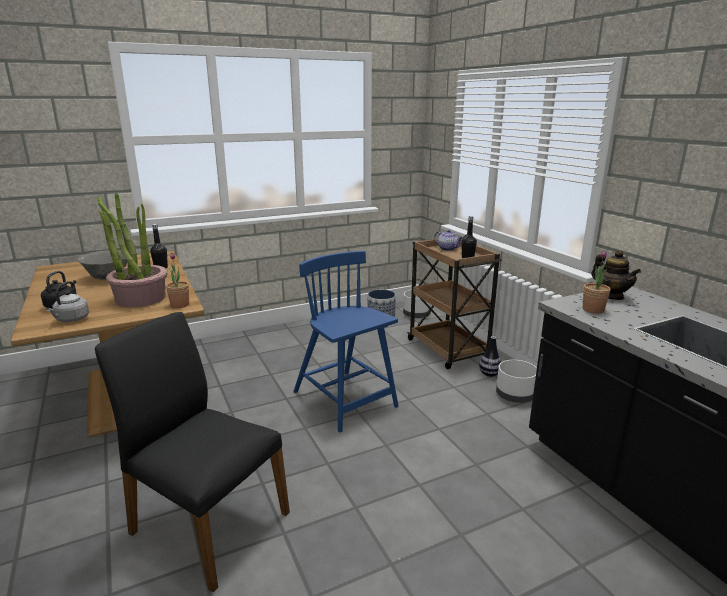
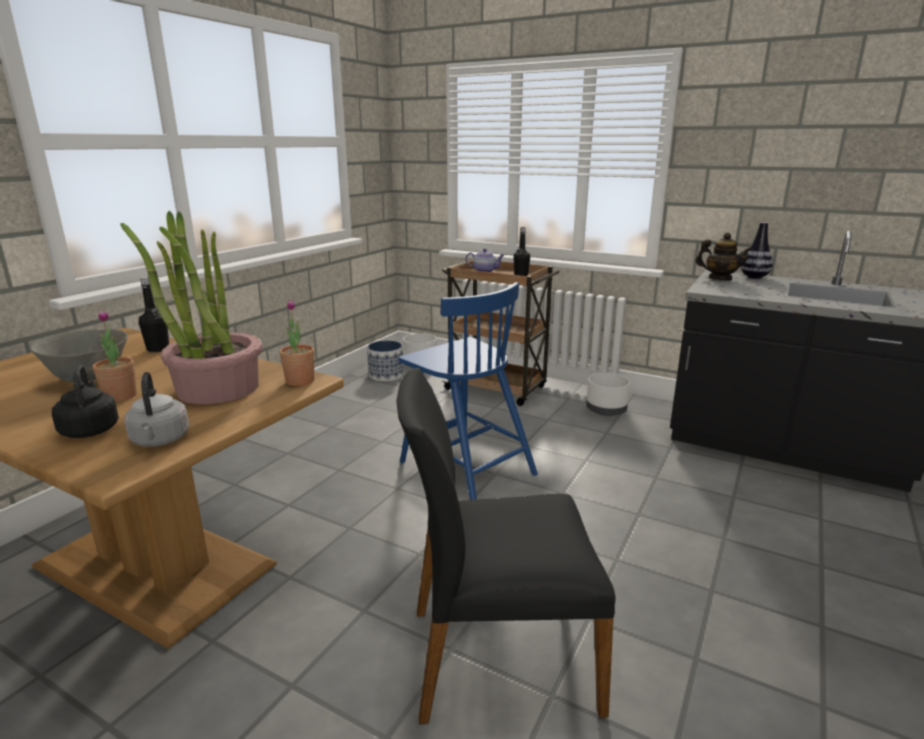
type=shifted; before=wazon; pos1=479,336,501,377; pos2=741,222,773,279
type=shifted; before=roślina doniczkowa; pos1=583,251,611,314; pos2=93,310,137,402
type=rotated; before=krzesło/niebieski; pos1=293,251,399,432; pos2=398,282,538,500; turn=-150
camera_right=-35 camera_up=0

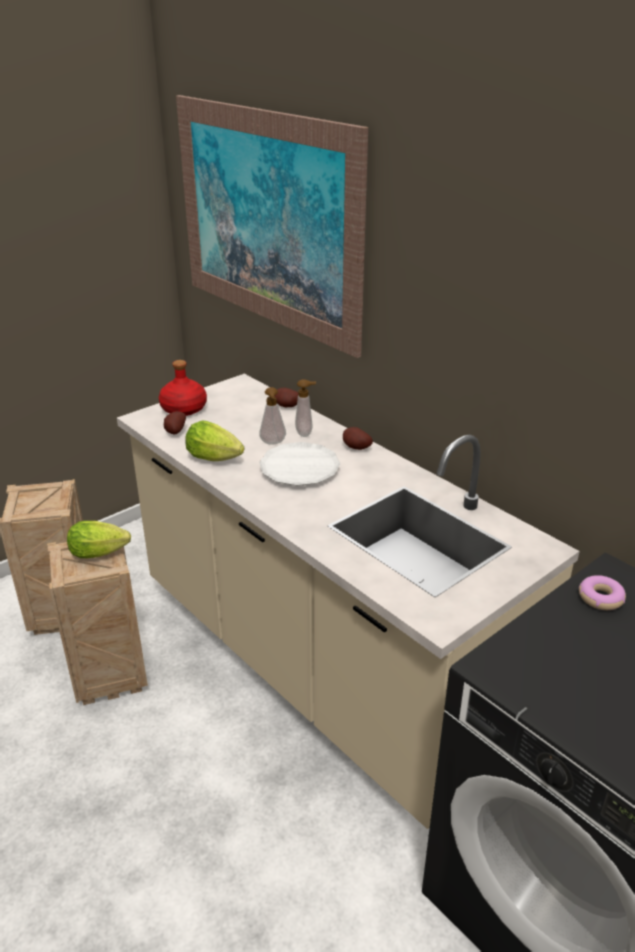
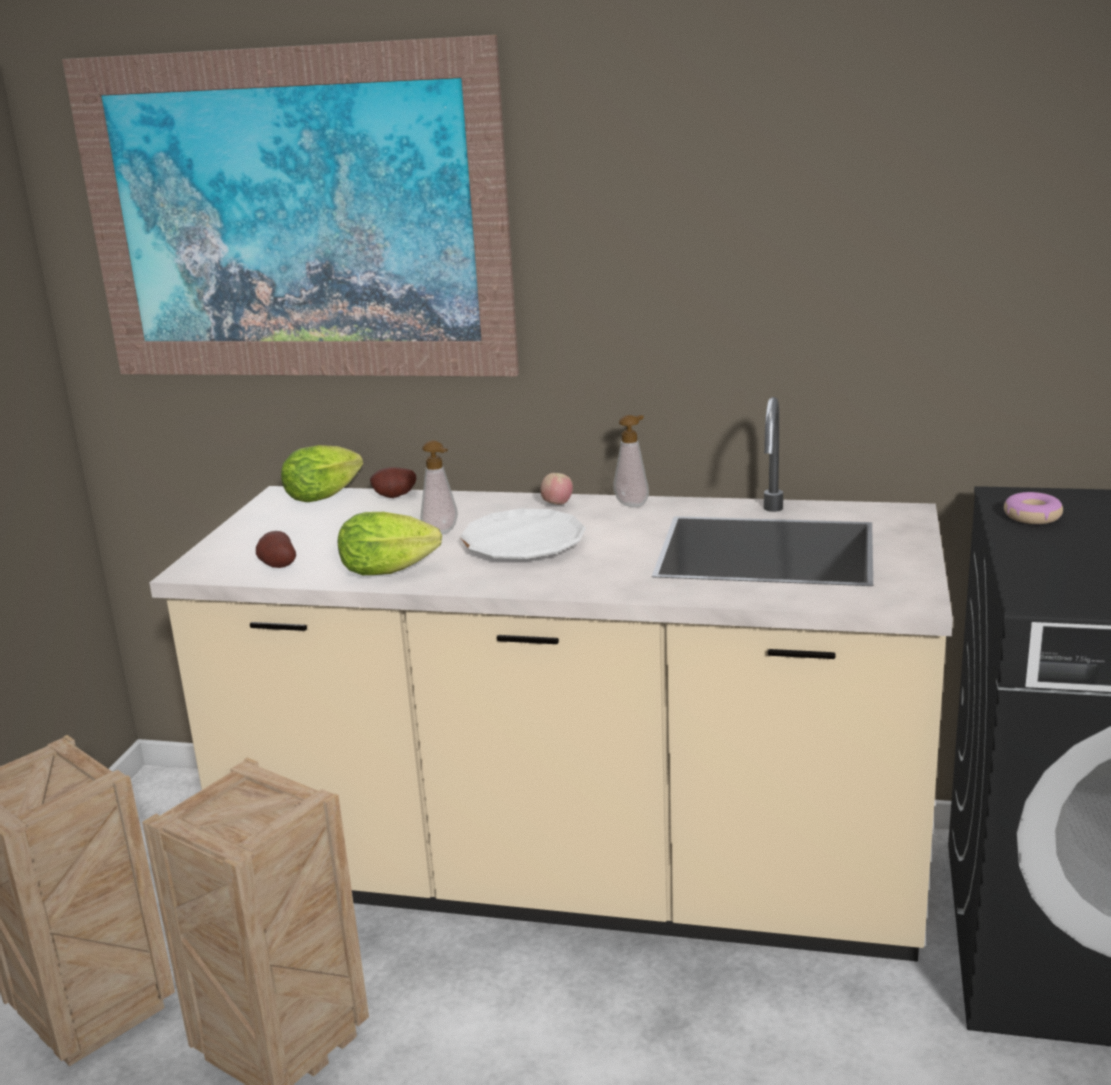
type=gone; before=butelka/czerwony; pos1=159,360,207,416
type=shifted; before=sałata; pos1=67,521,131,558; pos2=281,445,363,502
type=shifted; before=dozownik mydła; pos1=295,379,316,437; pos2=613,415,649,507
type=swapped; before=ziemniak; after=jabłko; pos1=343,427,373,450; pos2=541,473,573,505
camera_right=-35 camera_up=-10

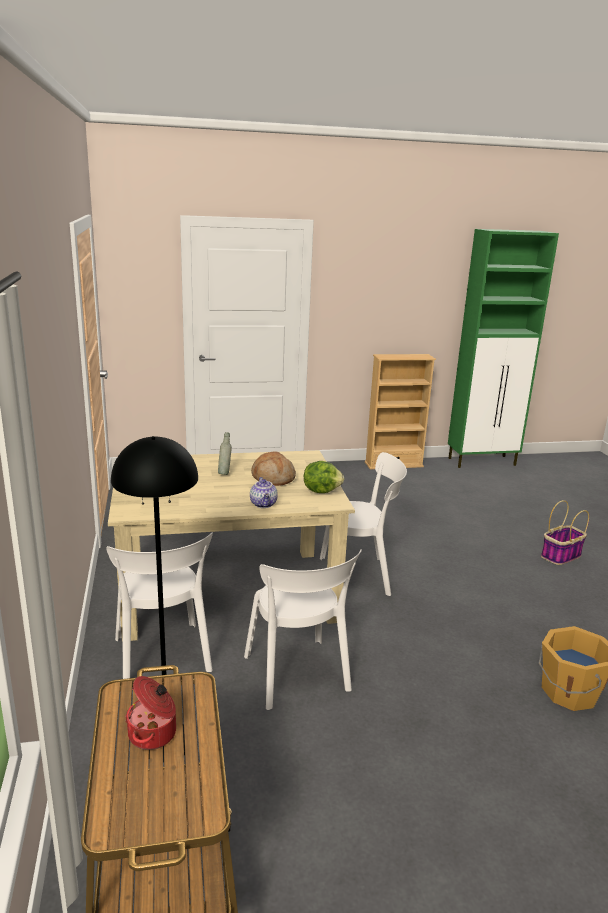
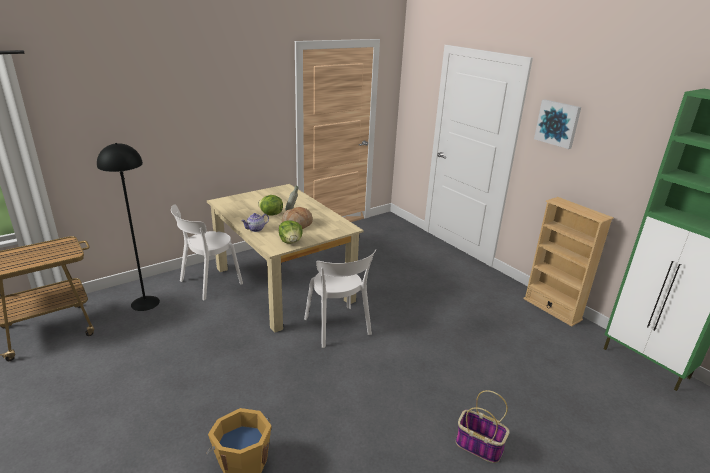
type=gone; before=garnek; pos1=125,676,176,750
type=gone; before=krzesło/biały; pos1=244,549,362,710
type=new; after=sałata; pos2=258,195,283,216
type=new; after=obraz; pos2=534,99,581,149
camera_right=65 camera_up=5

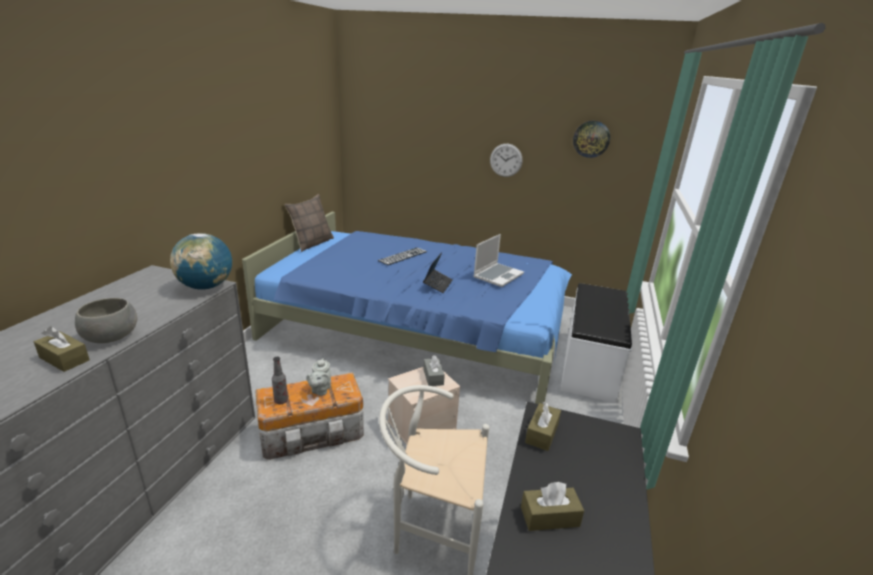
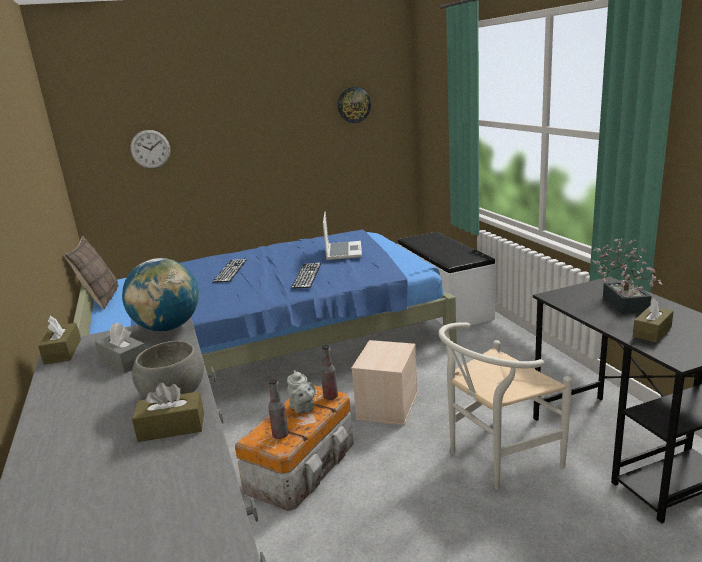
type=new; after=butelka; pos2=321,345,338,400
type=new; after=roślina doniczkowa; pos2=592,238,663,314
type=shifted; before=pudełko chusteczek/szary; pos1=423,355,445,386; pos2=95,322,146,373
type=shifted; before=zegar ścienny; pos1=490,144,523,177; pos2=130,130,170,169
type=shifted; before=pudełko chusteczek/brązowy; pos1=525,402,561,451; pos2=38,315,81,365
type=swapped; before=laptop; after=klawiatura; pos1=423,252,453,293; pos2=291,263,321,289
camera_right=-35 camera_up=-5

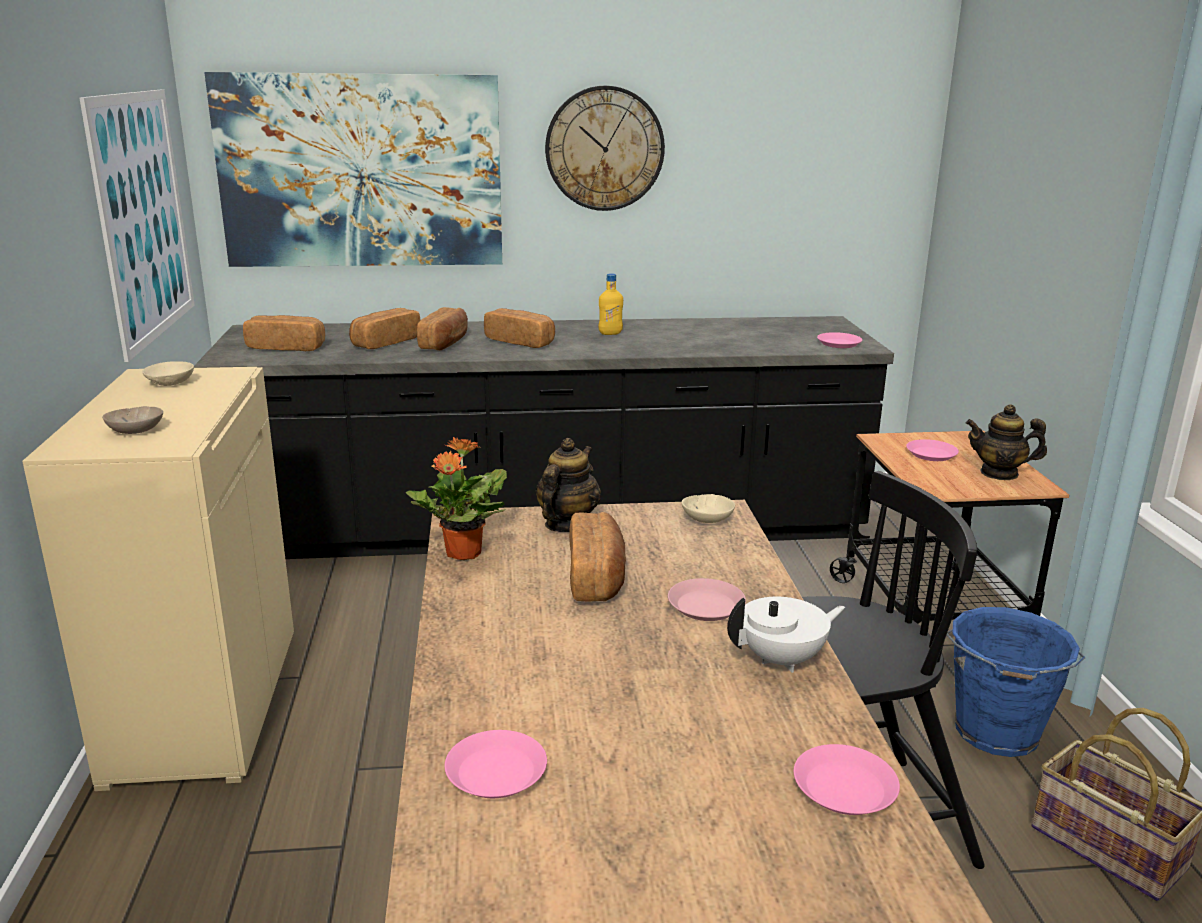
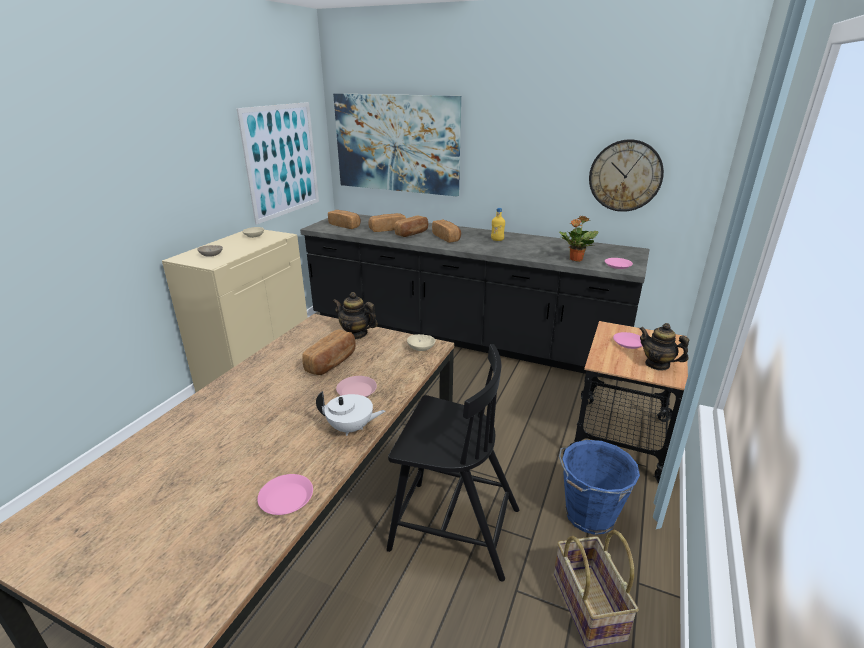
type=gone; before=talerz/różowy; pos1=445,730,547,798
type=shifted; before=roślina doniczkowa; pos1=406,437,507,560; pos2=559,216,598,262
type=shifted; before=zegar ścienny; pos1=545,86,665,211; pos2=589,139,664,212
type=rotated; before=imbryk; pos1=536,438,601,532; pos2=332,292,378,340; turn=-120
camera_right=30 camera_up=5

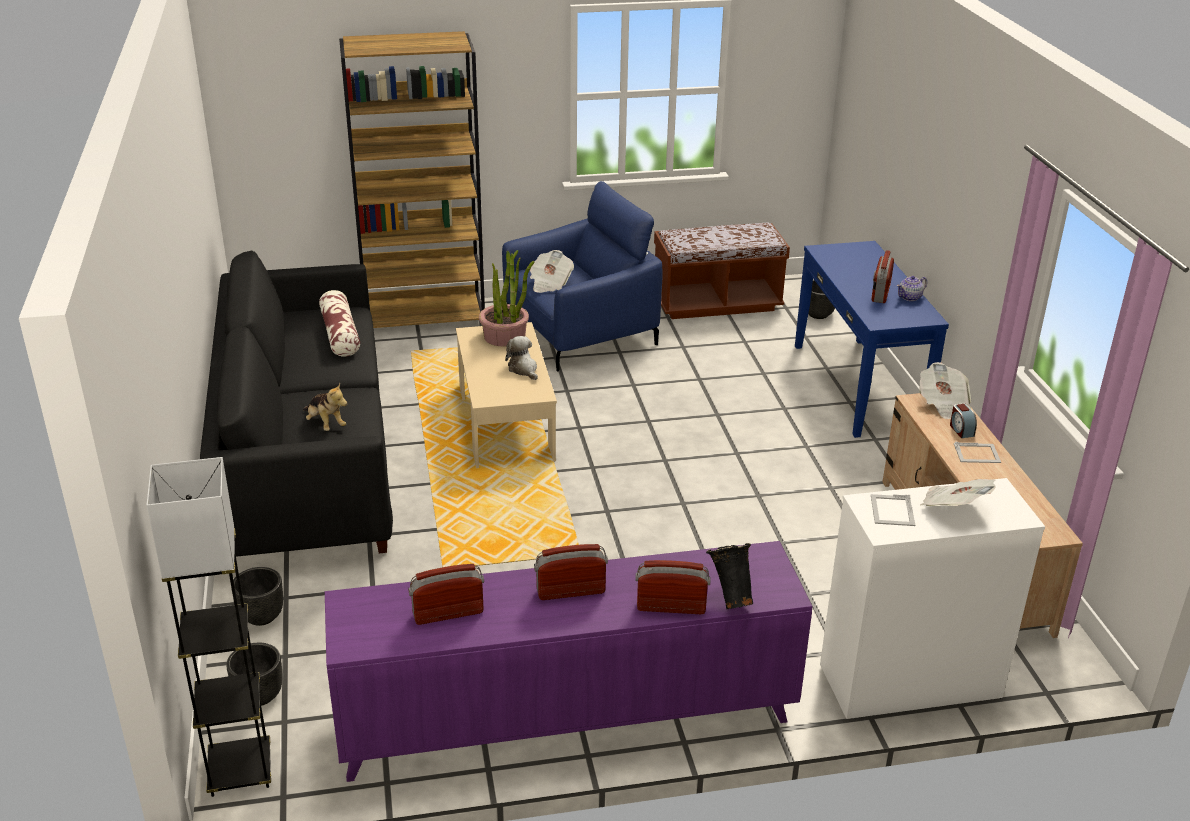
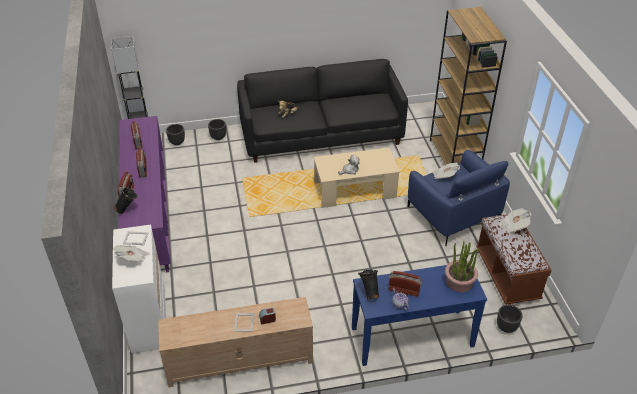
type=gone; before=poduszka; pos1=319,290,360,357
type=new; after=wazon/czarny; pos2=358,269,379,299
type=shifted; before=roślina doniczkowa; pos1=479,250,535,347; pos2=445,241,479,293
type=shifted; before=gazeta; pos1=919,362,971,419; pos2=499,208,532,234
camera_right=90 camera_up=10

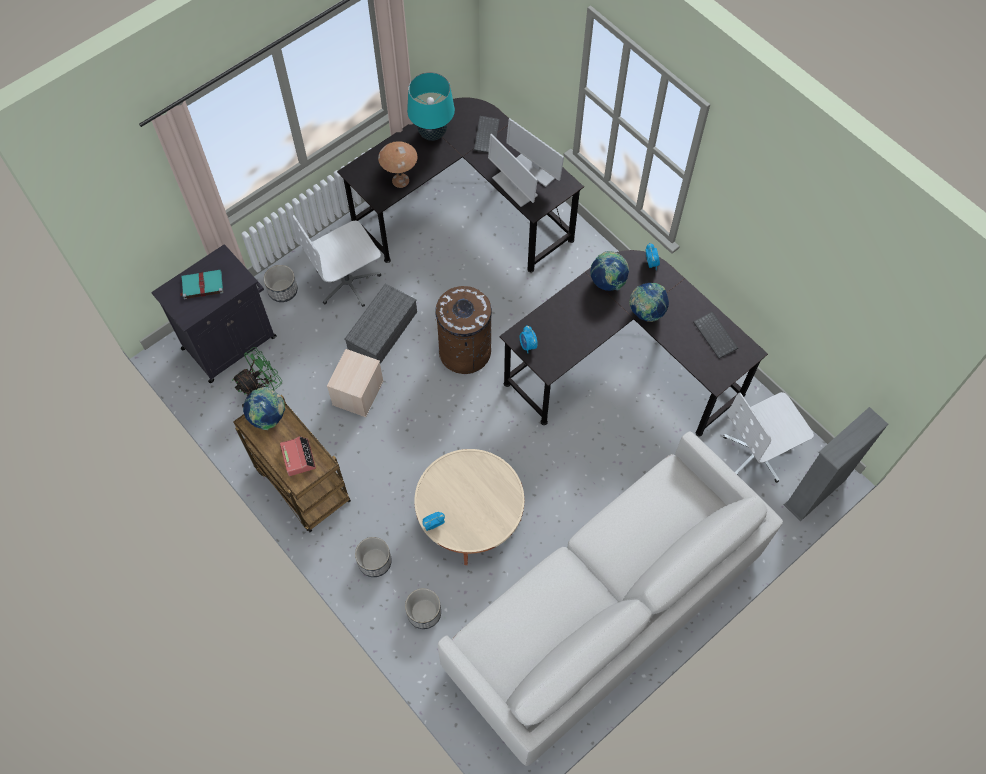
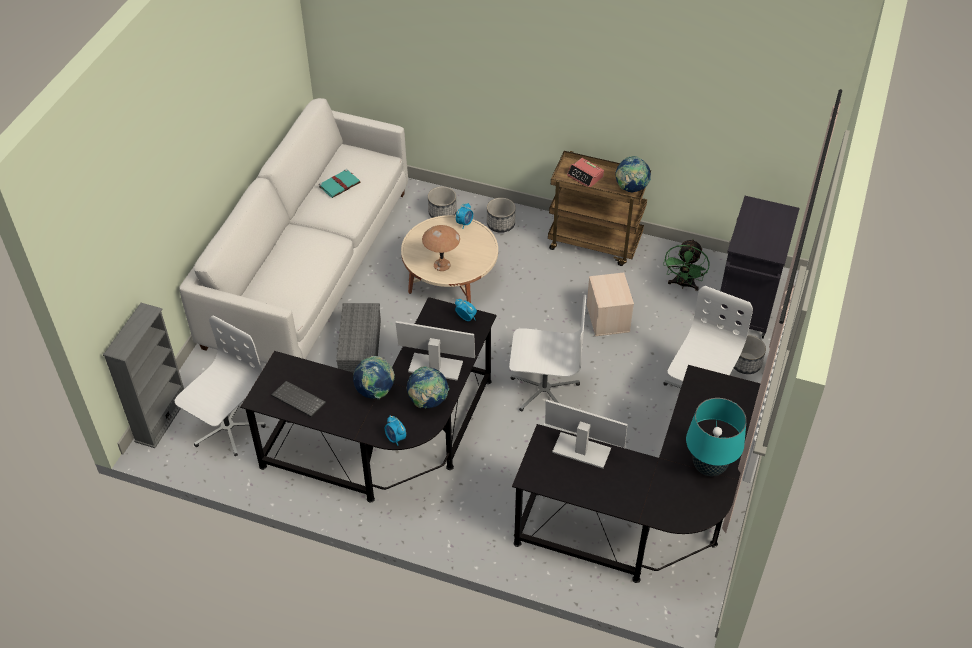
type=gone; before=klawiatura; pos1=474,116,499,153
type=shifted; before=książka/turkusowy; pos1=180,270,223,299; pos2=319,169,360,198
type=shifted; before=pojemnik do przechowywania/szary; pos1=344,284,417,364; pos2=336,303,381,373
type=shifted; before=lampa stołowa/brązowy; pos1=378,141,418,188; pos2=422,225,460,271
type=shifted; before=monitor; pos1=506,118,564,187; pos2=395,321,475,380
type=swapped; before=kosz na śmieci/brązowy; after=krzesło biurowe/biały; pos1=435,286,492,374; pos2=509,295,586,412
camera_right=150 camera_up=-15

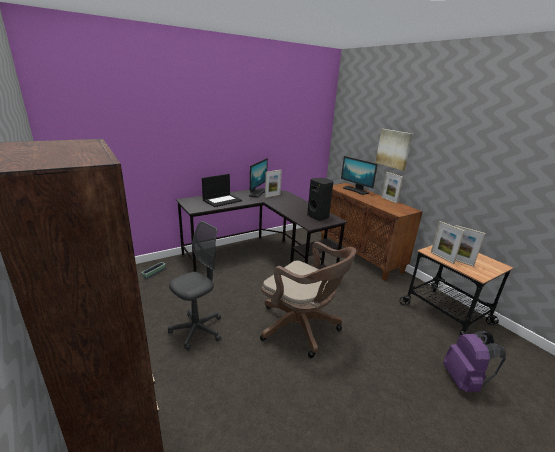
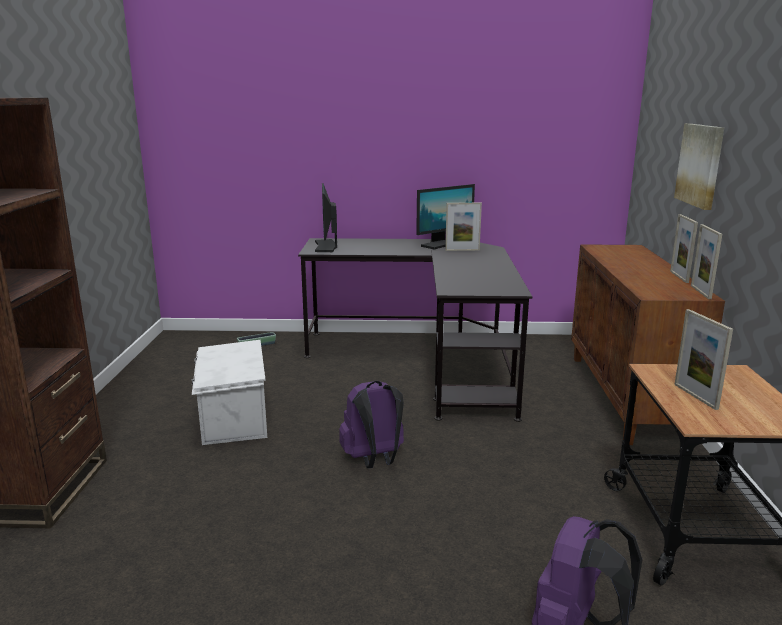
type=gone; before=laptop; pos1=202,174,242,207
type=gone; before=głośnik/czarny; pos1=307,178,333,221
type=shifted; before=monitor; pos1=341,156,378,195; pos2=315,183,337,252
type=shifted; before=ramka na zdjęcie; pos1=431,221,465,264; pos2=691,224,722,299
type=swapped; before=krzesło biurowe/szary; after=pojemnik do przechowywania/biały; pos1=168,221,221,351; pos2=191,340,267,445
type=swapped; before=krzesło biurowe/brązowy; after=plecak/fioletowy; pos1=260,241,356,358; pos2=339,381,404,468
camera_right=35 camera_up=-5

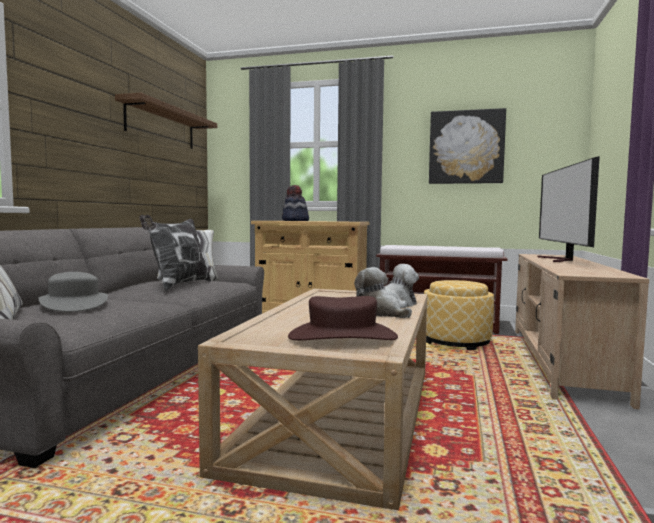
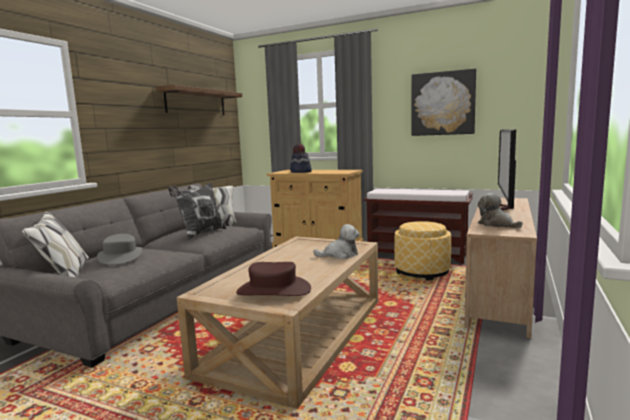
type=shifted; before=pluszak; pos1=354,267,412,318; pos2=478,193,523,228
camera_right=10 camera_up=5

